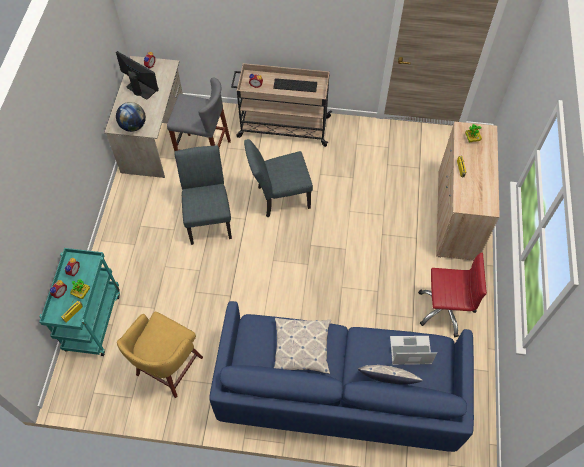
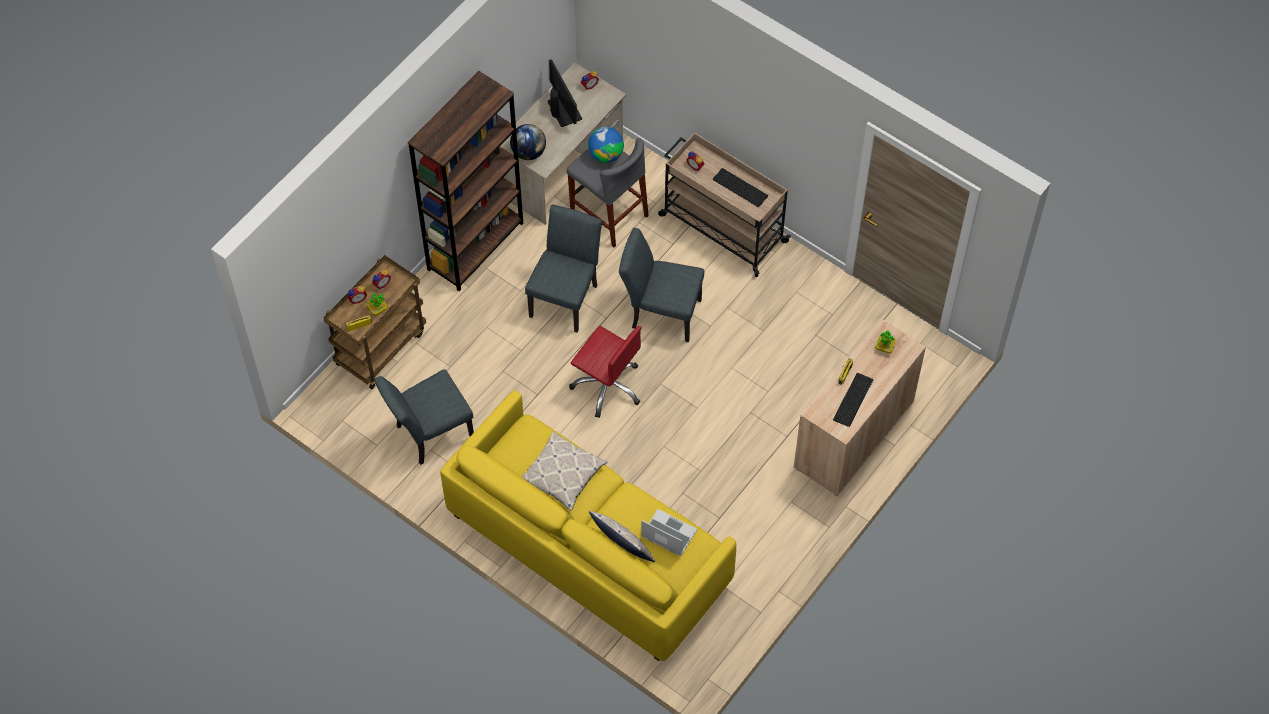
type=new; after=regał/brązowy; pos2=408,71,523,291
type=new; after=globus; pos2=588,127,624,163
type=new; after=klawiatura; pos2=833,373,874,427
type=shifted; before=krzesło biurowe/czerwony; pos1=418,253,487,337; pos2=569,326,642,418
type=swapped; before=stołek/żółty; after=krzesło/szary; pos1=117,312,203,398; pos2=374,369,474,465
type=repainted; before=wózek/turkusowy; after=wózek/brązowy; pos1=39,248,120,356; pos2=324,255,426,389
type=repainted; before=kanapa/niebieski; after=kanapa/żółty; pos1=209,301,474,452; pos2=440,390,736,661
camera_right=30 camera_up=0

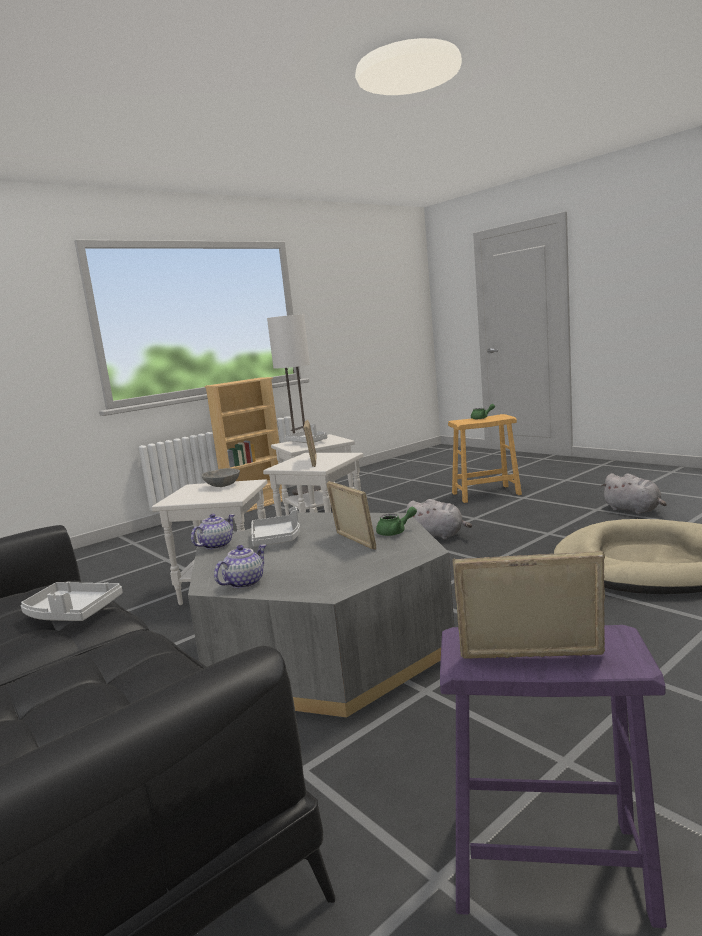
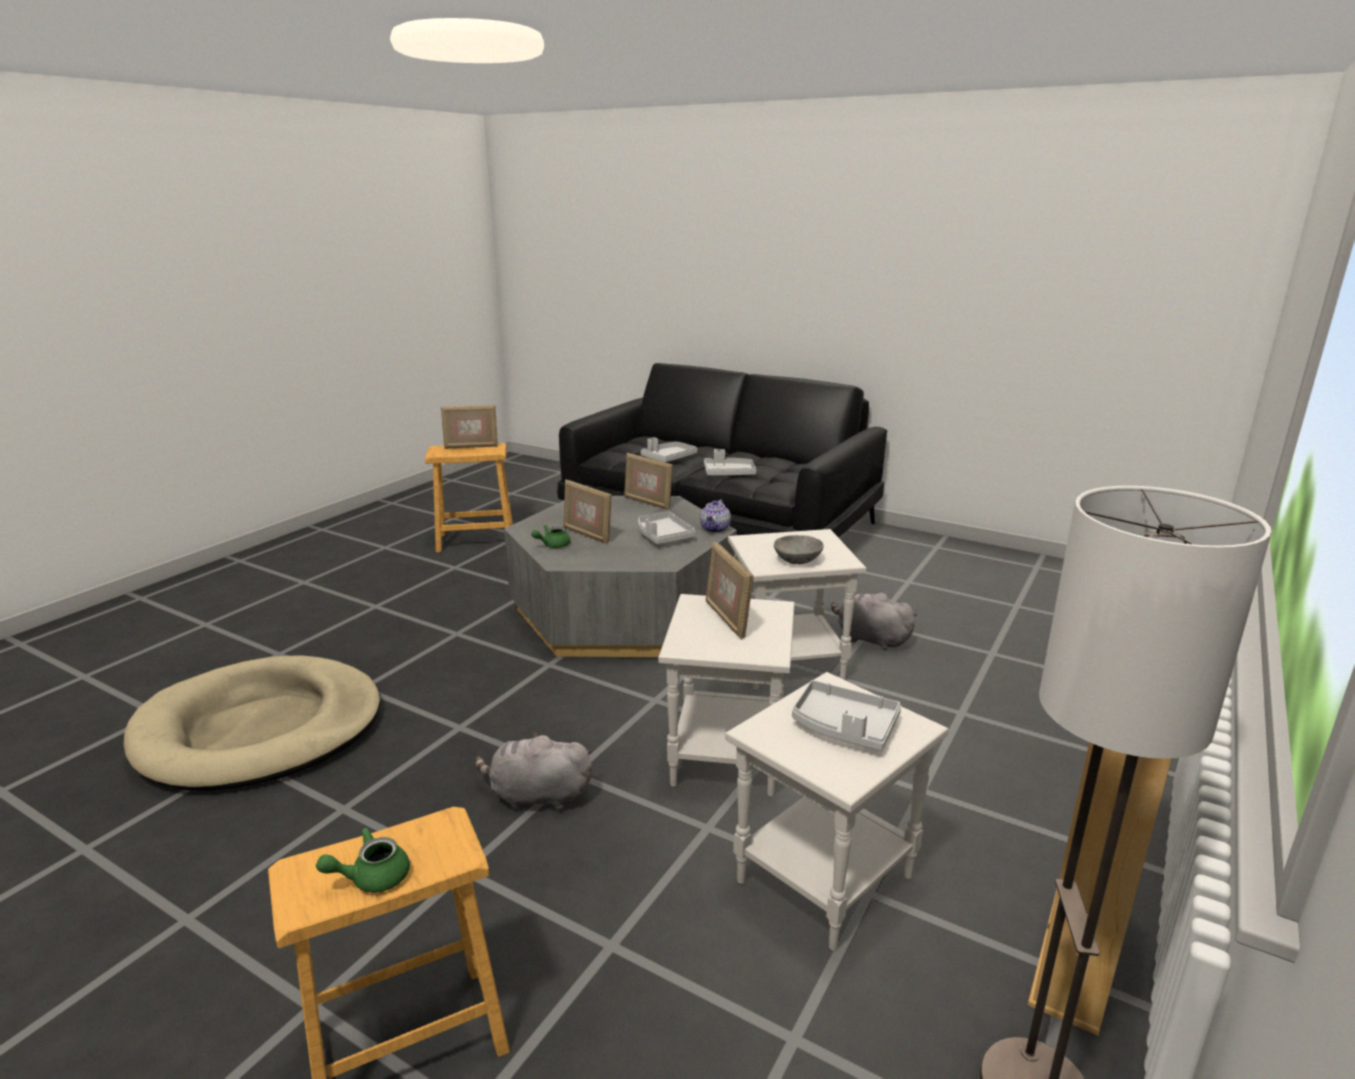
type=new; after=taca/szary; pos2=641,437,697,462
type=shifted; before=pluszak/szary; pos1=601,473,667,514; pos2=831,592,917,650
type=swapped; before=imbryk; after=ramka na zdjęcie; pos1=214,545,266,589; pos2=624,453,673,510
type=repainted; before=stołek/fioletowy; after=stołek/brązowy; pos1=440,625,667,928; pos2=425,443,513,553
camera_right=160 camera_up=10

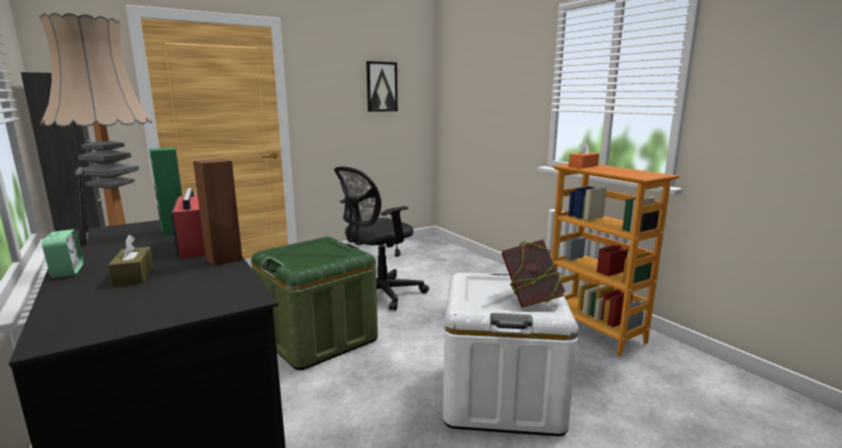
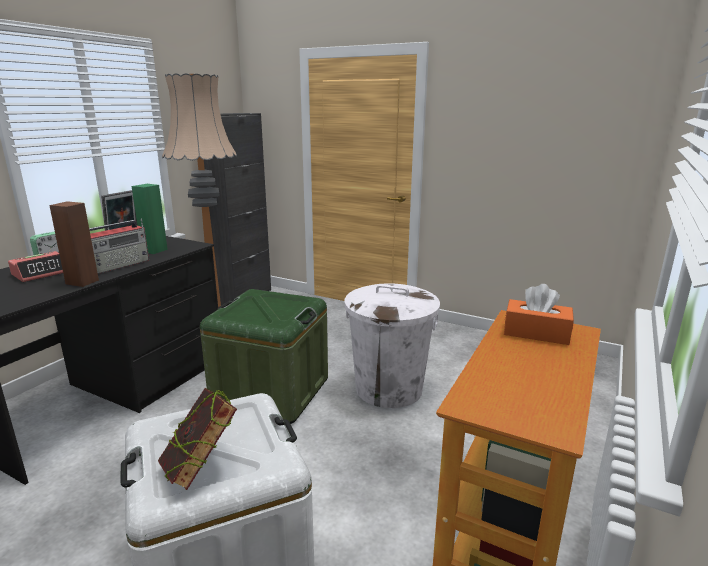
type=gone; before=obraz; pos1=366,61,398,112
type=swapped; before=pudełko chusteczek/brązowy; after=budzik; pos1=108,235,153,286; pos2=8,251,63,282
type=swapped; before=krzesło biurowe/czarny; after=kosz na śmieci/biały; pos1=334,166,429,311; pos2=344,283,440,408
camera_right=60 camera_up=5

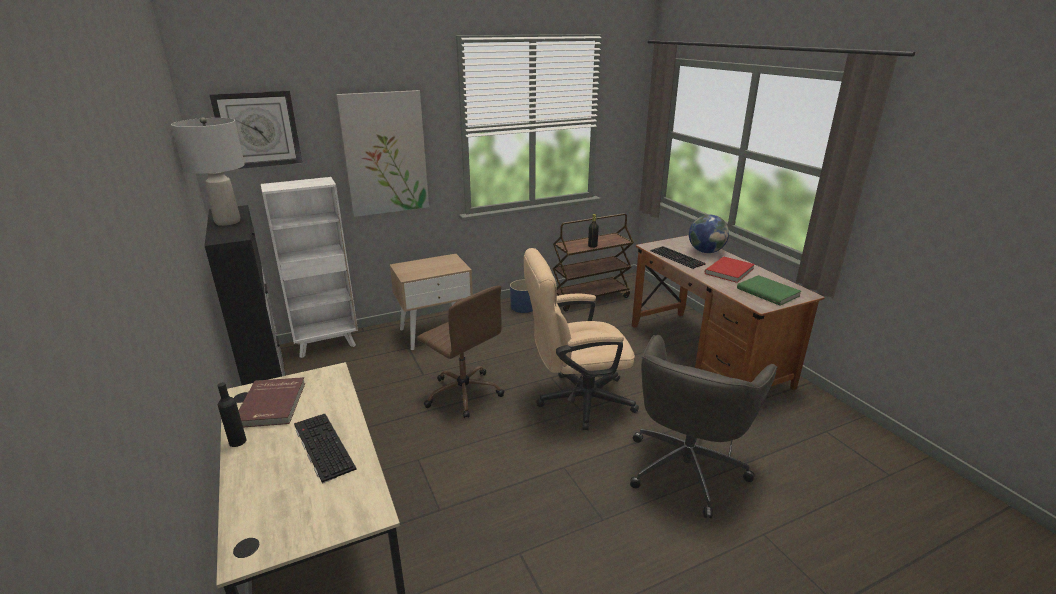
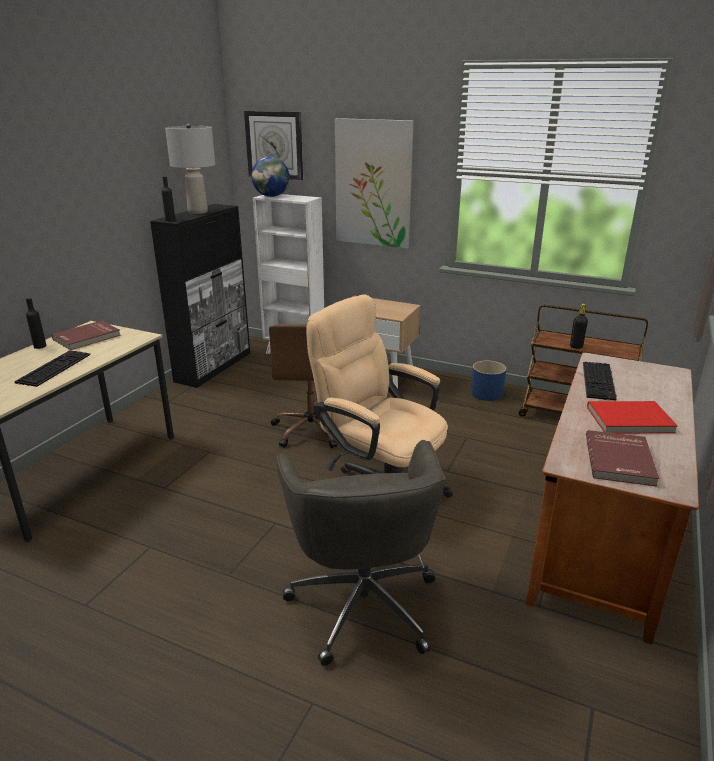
type=new; after=butelka/czarny; pos2=161,176,175,222
type=shifted; before=globus; pos1=689,215,729,253; pos2=251,157,290,197
type=repainted; before=książka/zielony; after=książka/czerwony; pos1=737,275,801,306; pos2=586,430,659,486
type=rotated; before=krzesło biurowe/szary; pos1=630,335,778,519; pos2=276,440,445,666; turn=-90
camera_right=50 camera_up=0

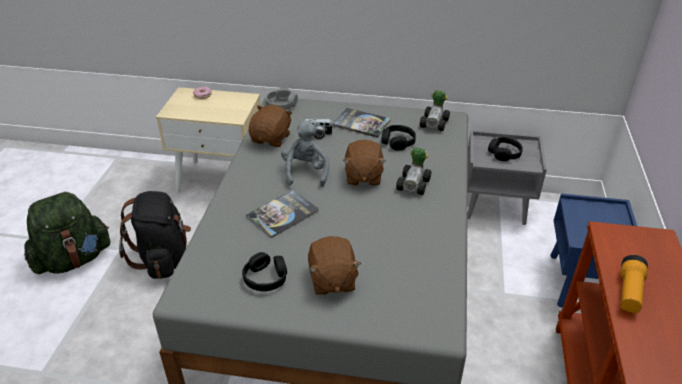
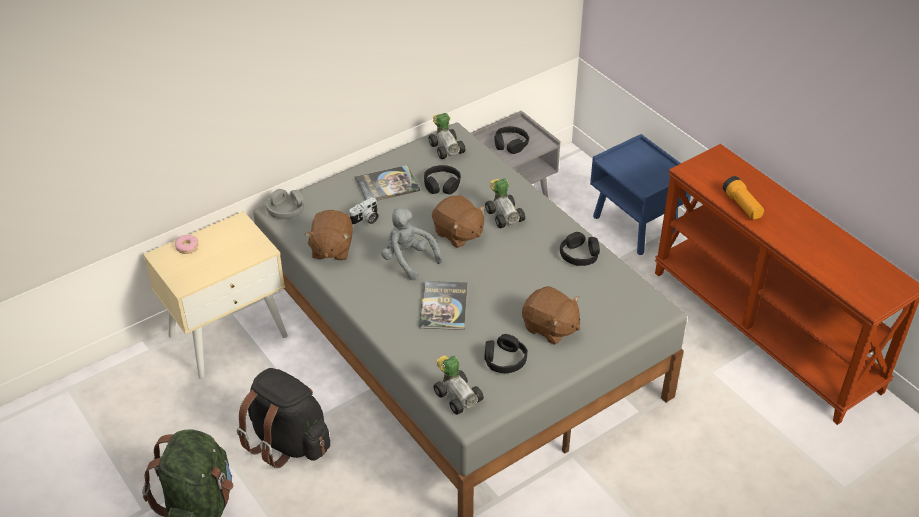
type=new; after=samochodzik; pos2=433,356,484,415
type=new; after=słuchawki/czarny; pos2=560,232,600,266
type=rotated; before=pluszak/brązowy; pos1=249,105,292,147; pos2=304,210,353,261; turn=-150
camera_right=-45 camera_up=5

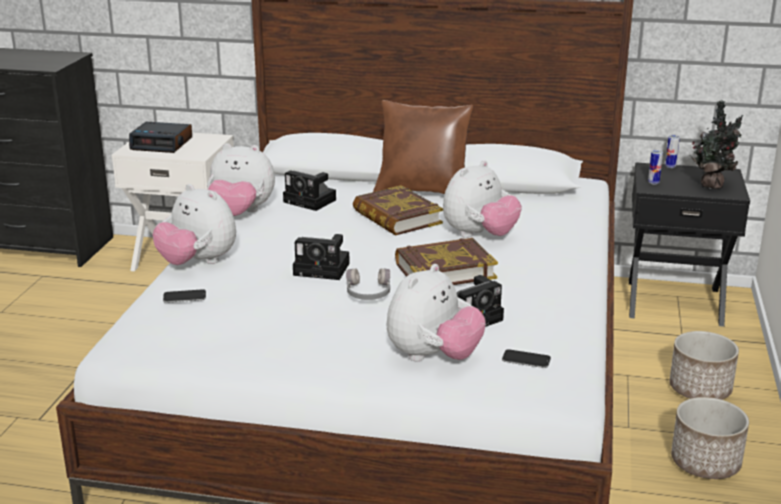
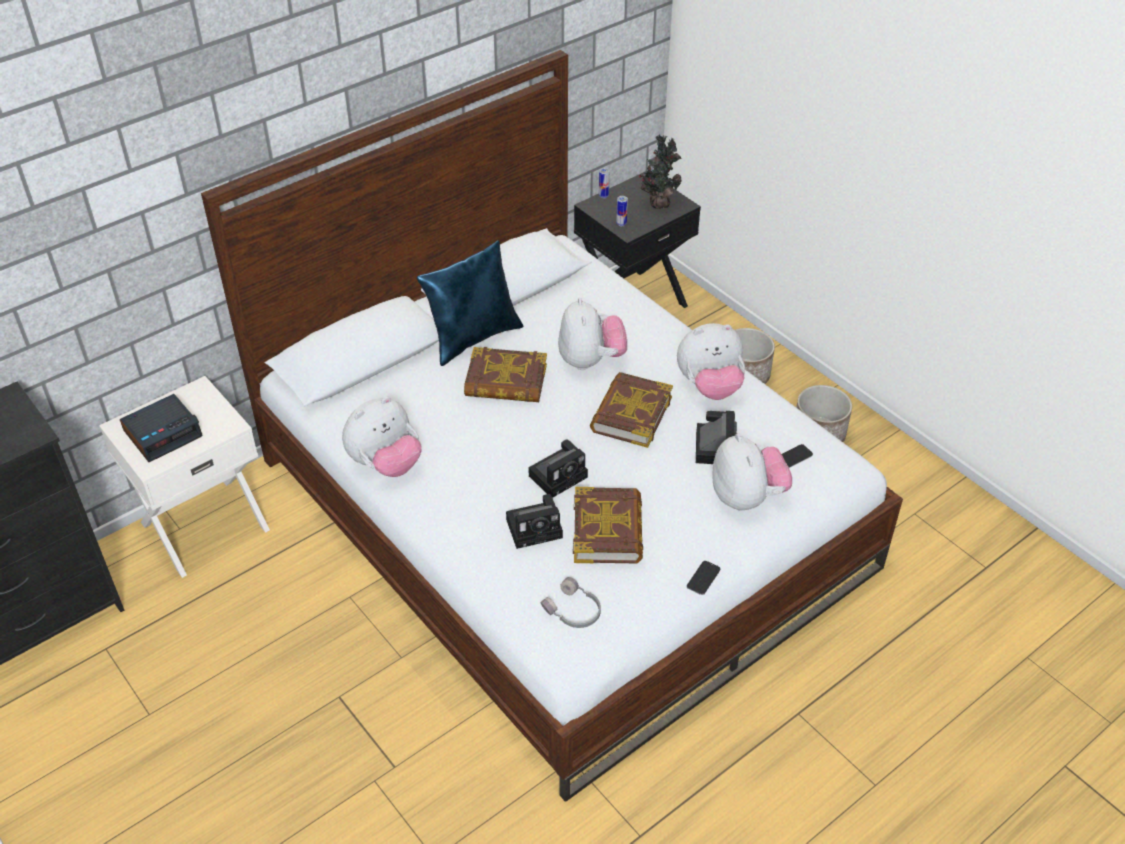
type=new; after=książka; pos2=573,487,643,564
type=shifted; before=pluszak; pos1=153,184,236,265; pos2=677,323,745,400
type=shifted; before=telefon; pos1=163,289,206,303; pos2=687,561,720,595
type=shifted; before=aparat fotograficzny; pos1=283,170,336,211; pos2=506,494,563,549
type=shifted; before=słuchawki/szary; pos1=346,268,390,300; pos2=540,577,601,628
type=repainted; before=poduszka/brązowy; after=poduszka/niebieski; pos1=373,100,473,194; pos2=417,241,524,366
camera_right=-50 camera_up=20

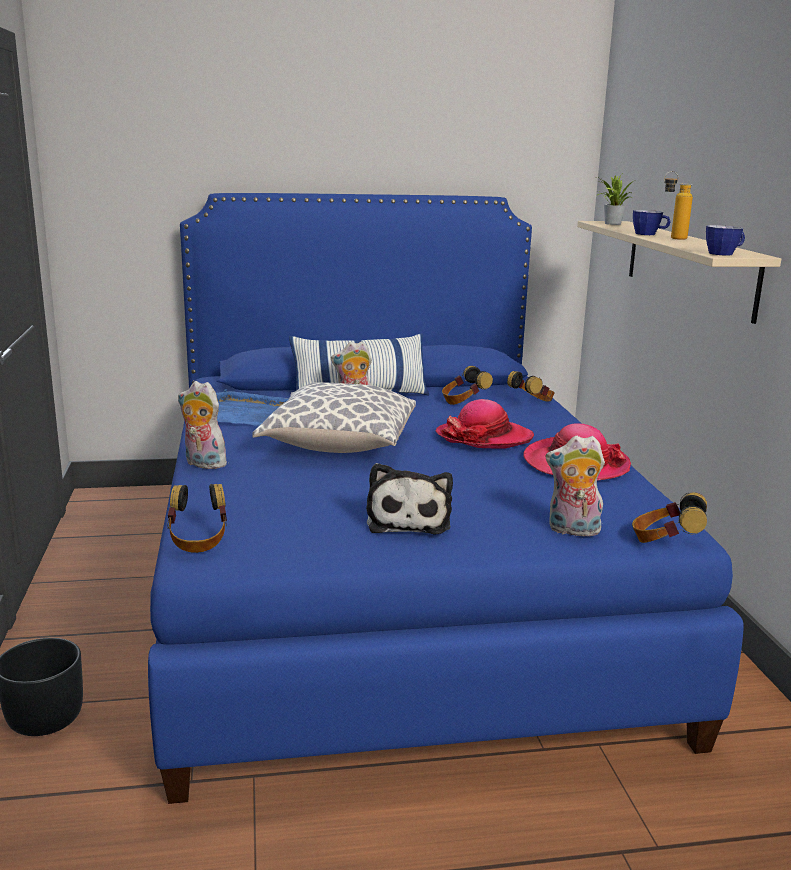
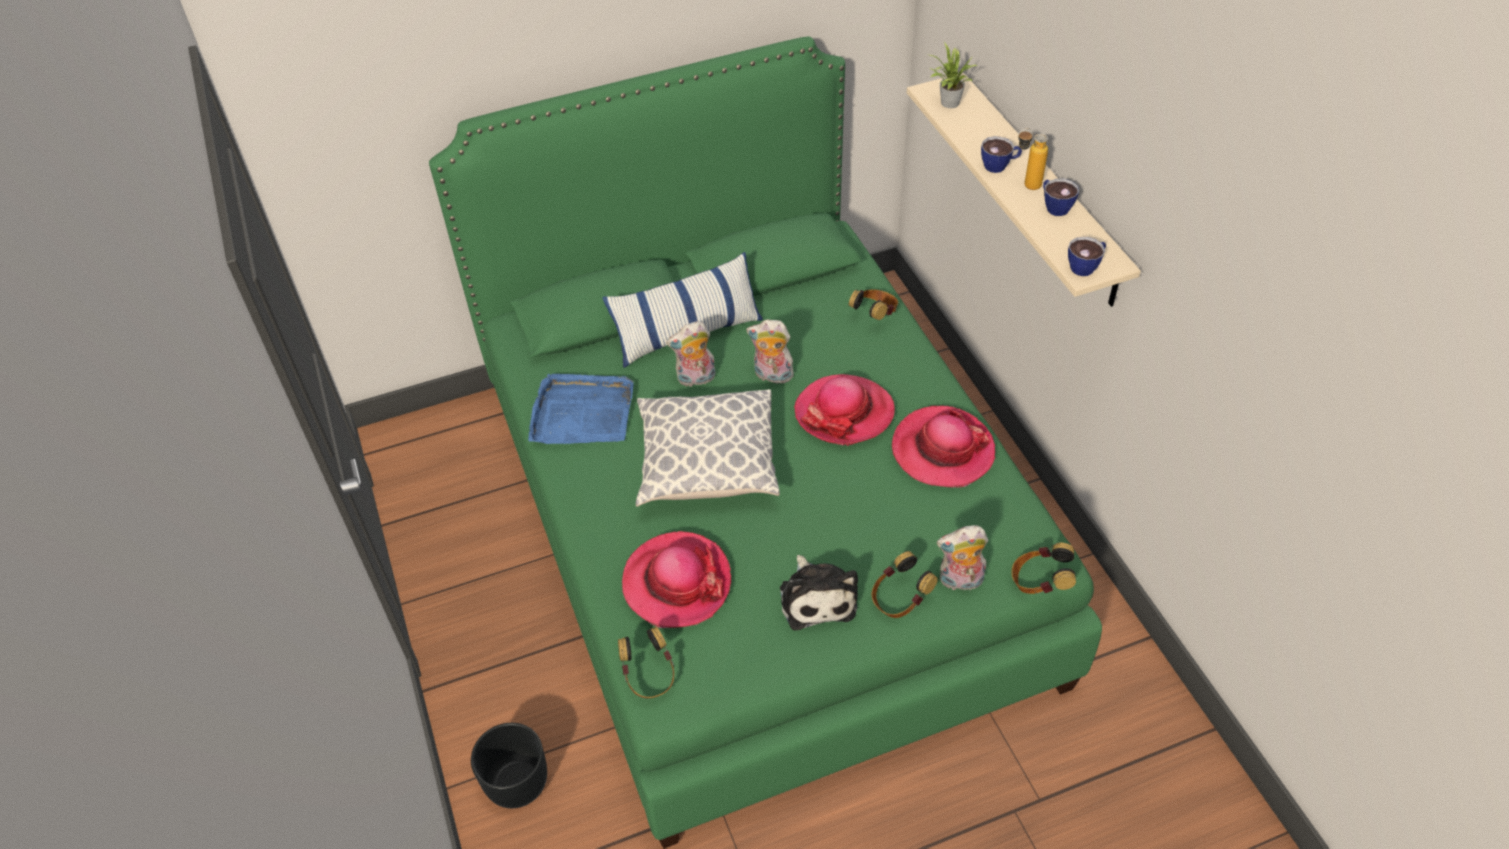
type=new; after=kapelusz; pos2=622,531,731,628
type=new; after=filiżanka; pos2=1043,179,1079,216
type=shifted; before=pluszak; pos1=178,381,227,469; pos2=746,320,794,383
type=shifted; before=słuchawki; pos1=442,366,493,405; pos2=871,551,938,618
type=repainted; before=łóżko/niebieski; after=łóżko/zielony; pos1=148,193,744,804; pos2=429,36,1102,848
camera_right=-10 camera_up=30

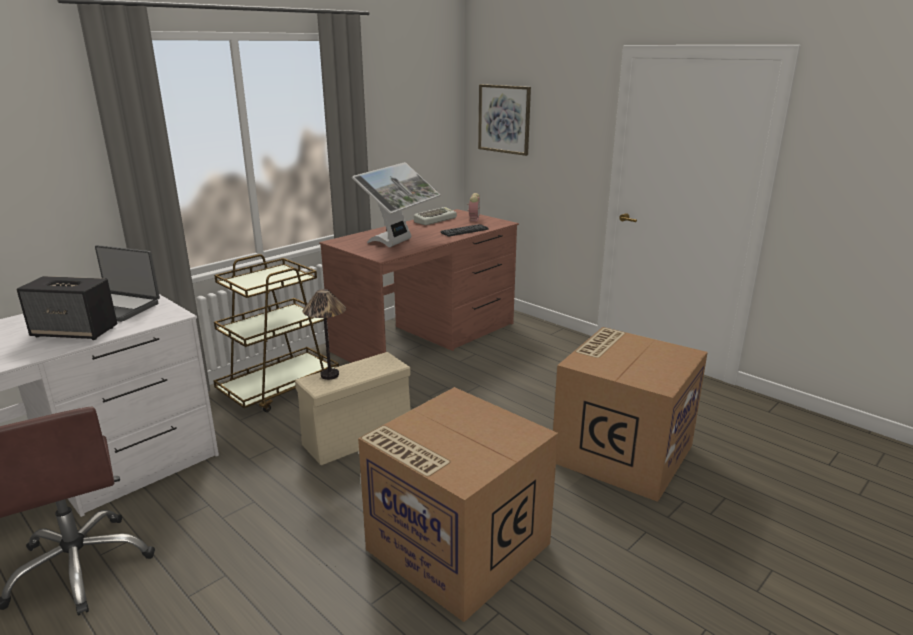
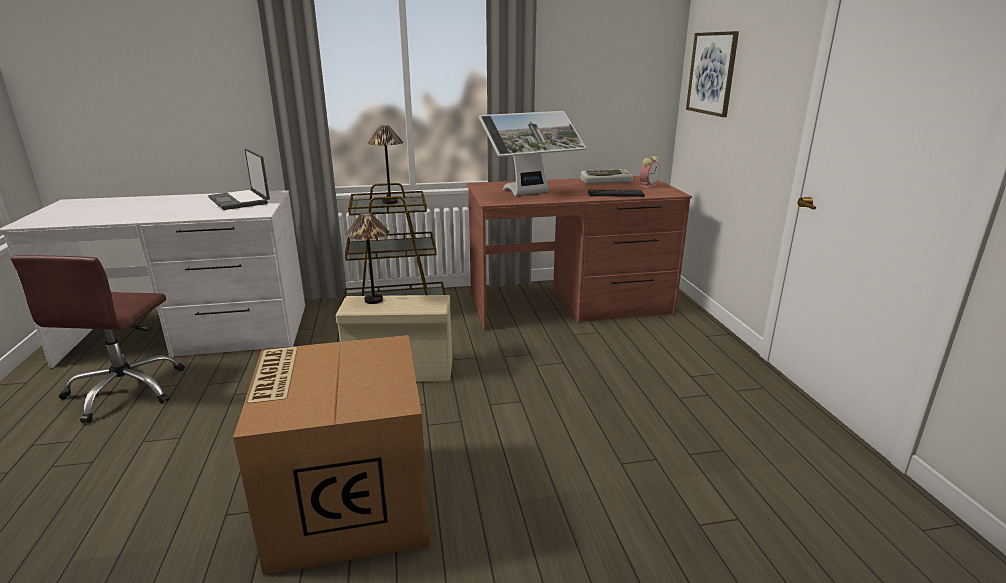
type=gone; before=głośnik; pos1=17,276,117,340
type=gone; before=karton; pos1=553,327,708,502
type=new; after=lampa stołowa; pos2=368,125,403,204
camera_right=35 camera_up=0

